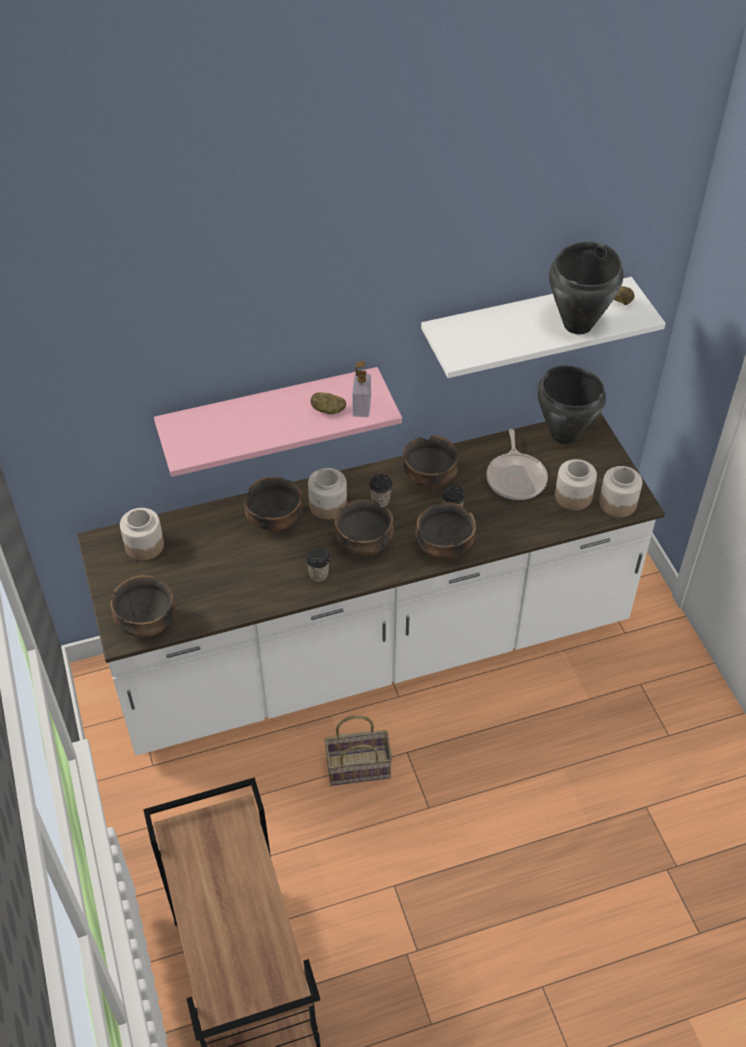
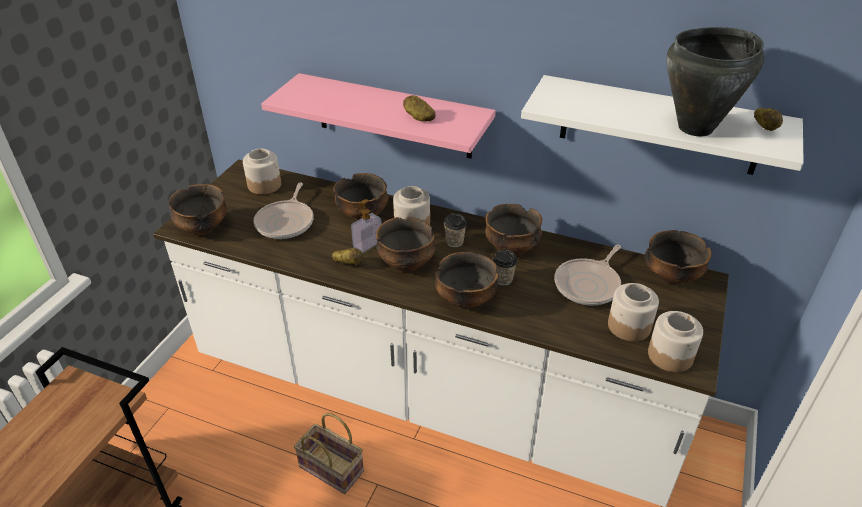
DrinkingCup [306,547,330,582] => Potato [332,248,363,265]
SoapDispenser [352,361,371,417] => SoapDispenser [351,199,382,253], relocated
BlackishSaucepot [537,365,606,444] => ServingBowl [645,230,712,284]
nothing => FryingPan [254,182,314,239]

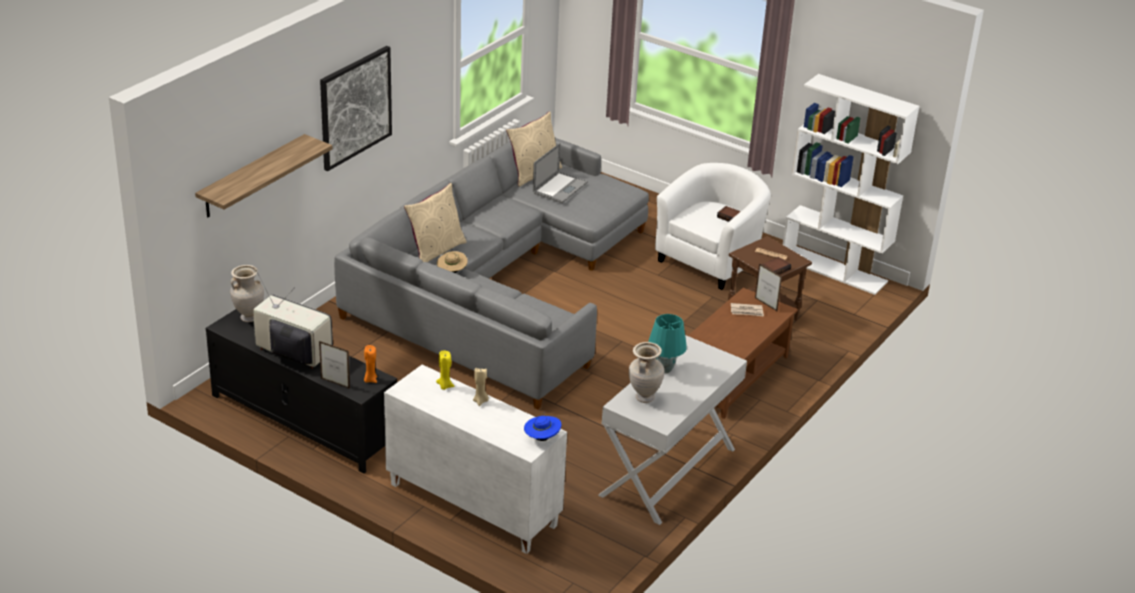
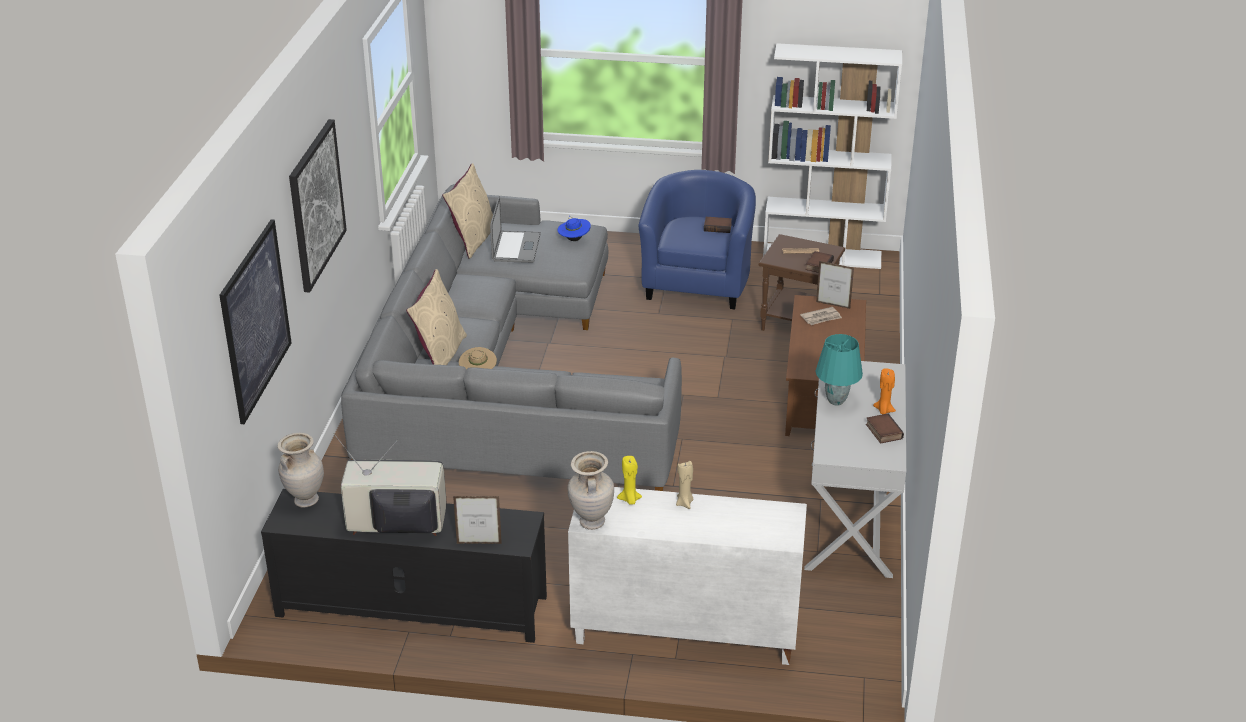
Shelf [195,134,332,217] => WallPicture [219,219,292,424]
OrangeColouredCandle [364,345,377,383] => OrangeColouredCandle [873,368,896,414], relocated
BlueColouredHat [524,412,561,441] => BlueColouredHat [557,216,591,241], relocated
SandColouredDecorativeVase [629,342,665,403] => SandColouredDecorativeVase [568,451,614,530], relocated
WhitishLoungeChair [655,163,771,290] => BlueColouredLoungeChair [638,170,756,309]
nothing => Volume [866,413,904,444]

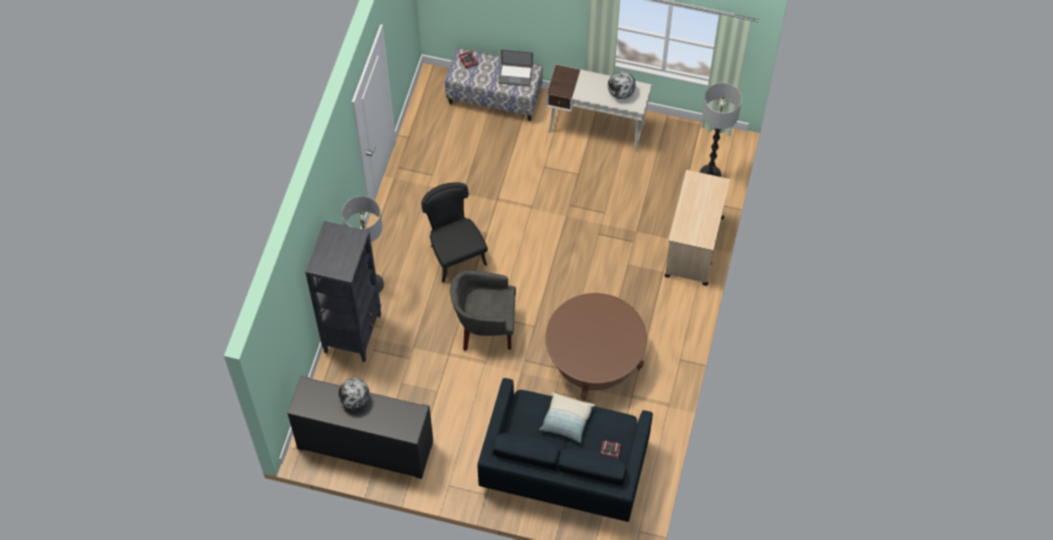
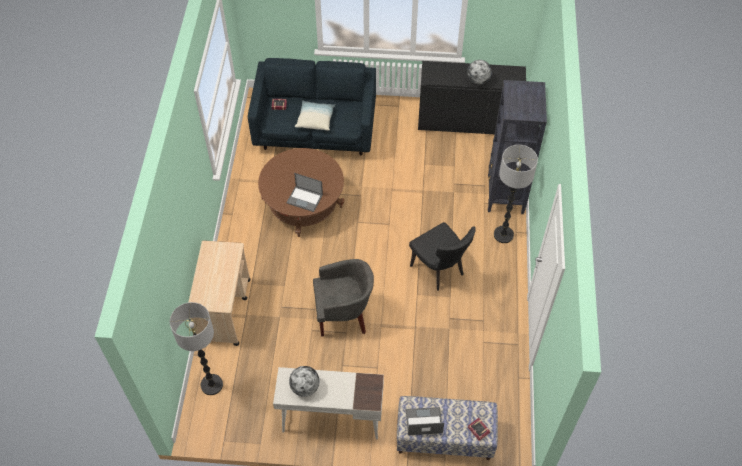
GrayLoungeChair [450,271,516,351] => GrayLoungeChair [313,259,374,337], relocated
nothing => PortableComputer [286,173,323,212]

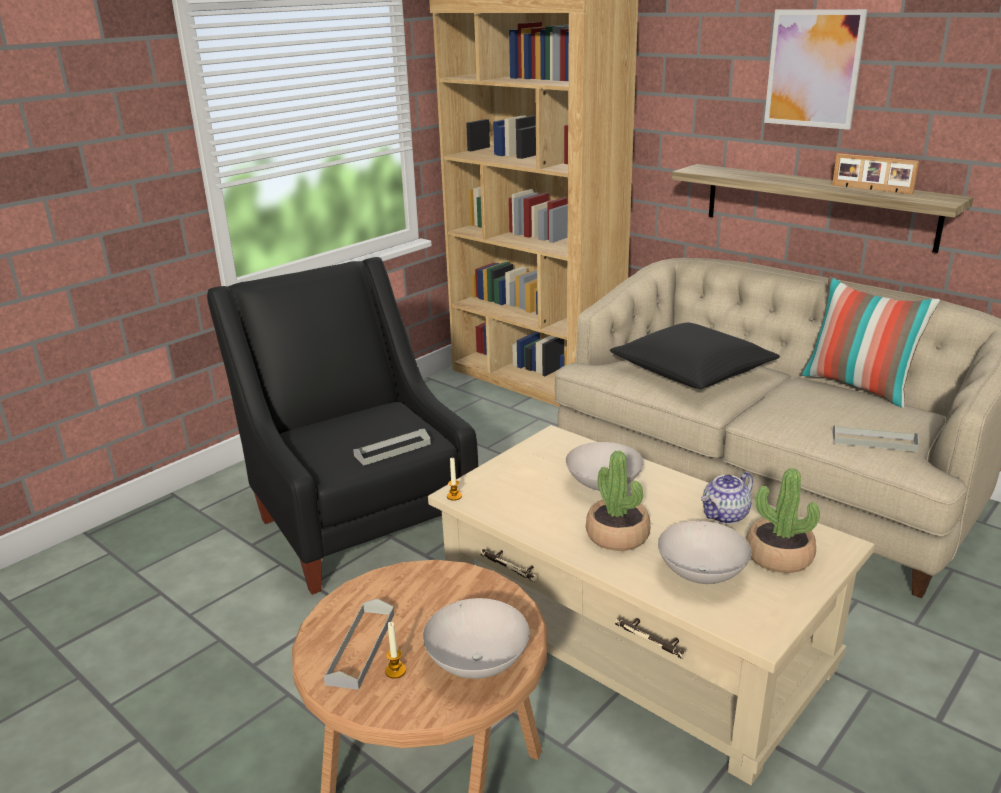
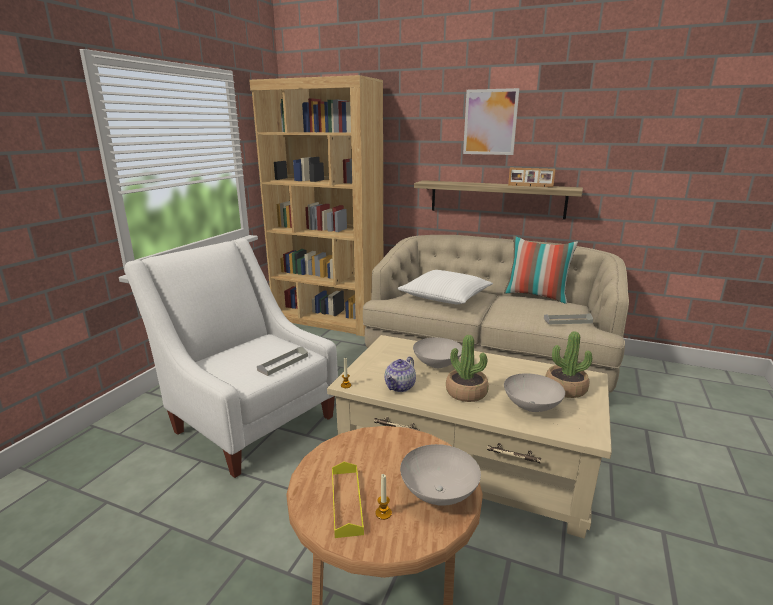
BlackishLoungeChair [207,257,478,595] => WhitishLoungeChair [125,238,338,478]
GrayServingTray [324,598,394,690] => YellowishServingTray [332,462,364,538]
BlackishPillow [610,323,780,389] => WhitishPillow [397,270,493,304]
Teapot [701,472,753,524] => Teapot [385,356,416,392], relocated

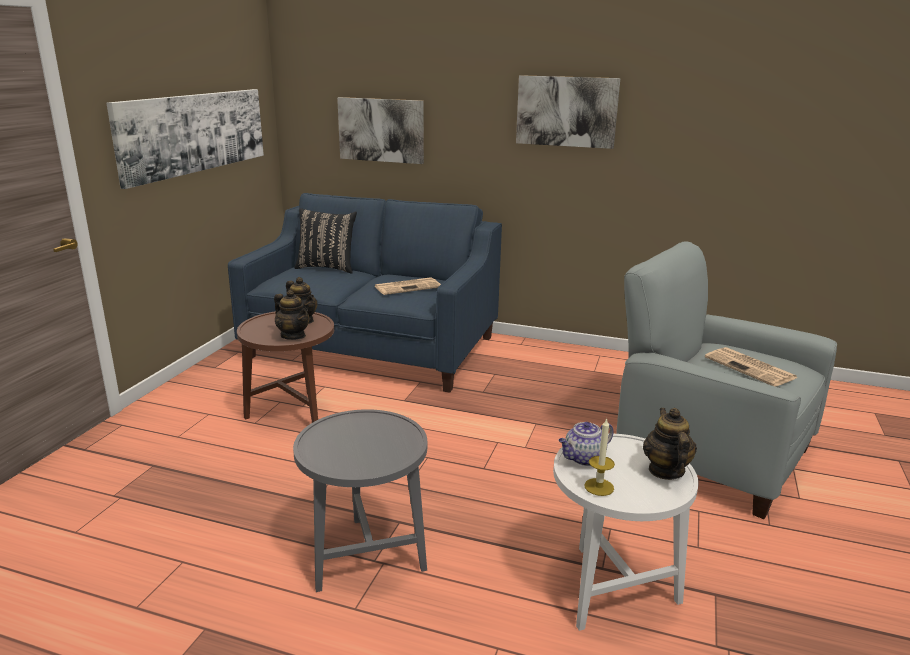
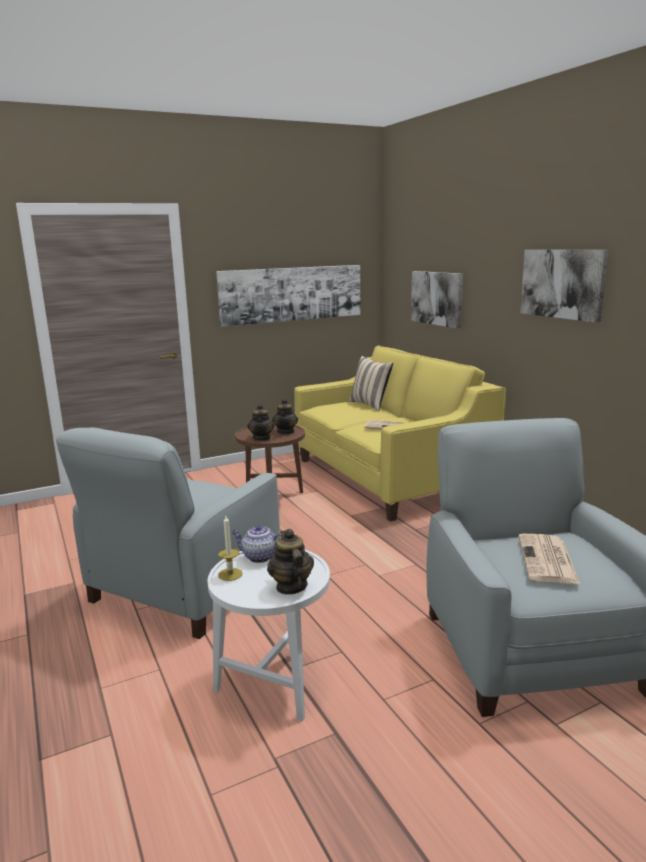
BlueColouredSofa [228,193,502,393] => YellowishSofa [294,345,506,522]
GraySideTable [293,409,427,592] => GrayLoungeChair [56,428,280,639]
BlackishPillow [294,208,357,273] => SandColouredPillow [349,356,393,411]
Teapot [643,408,697,480] => Teapot [267,529,314,595], 60 degrees counterclockwise

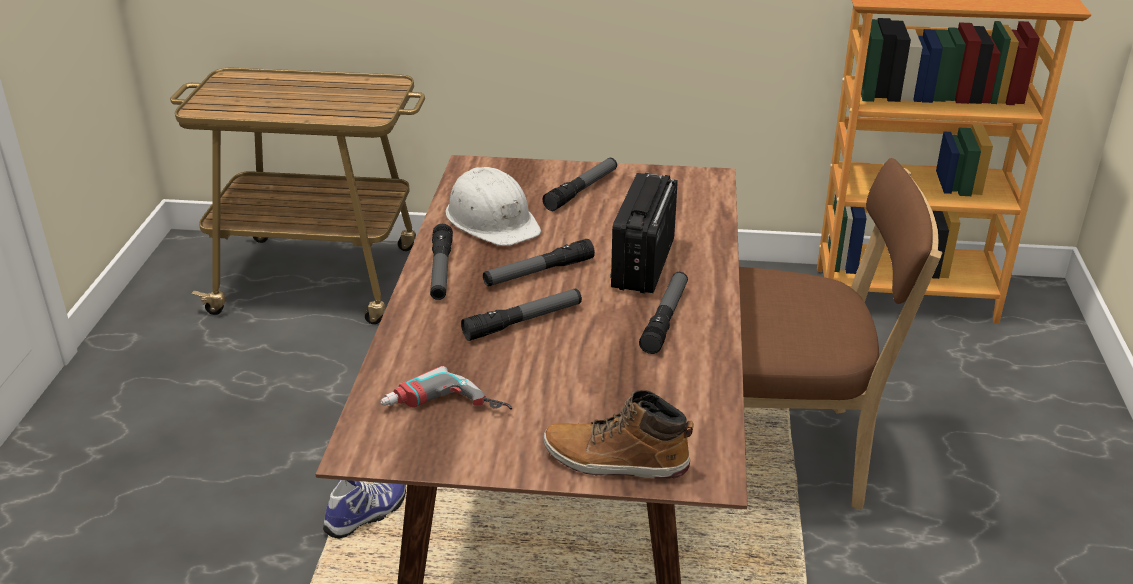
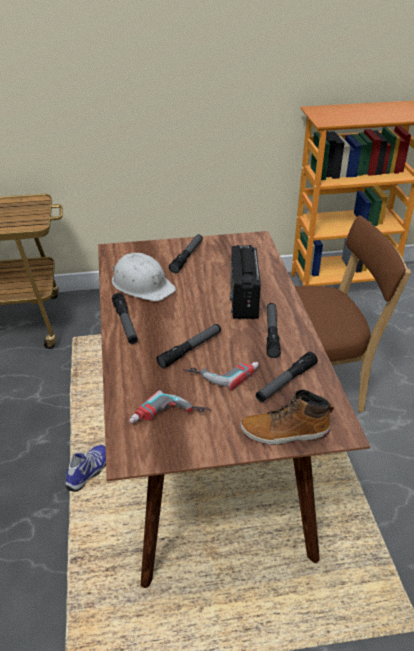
HandTorch [483,239,595,286] => HandTorch [256,352,318,402], relocated
nothing => PowerDrill [183,362,259,391]

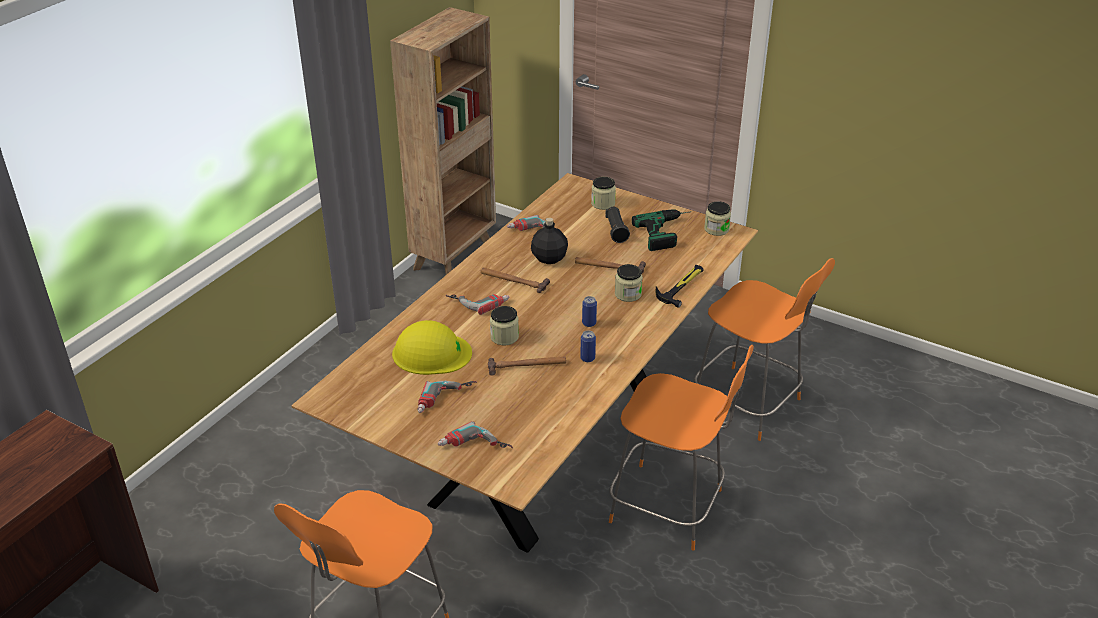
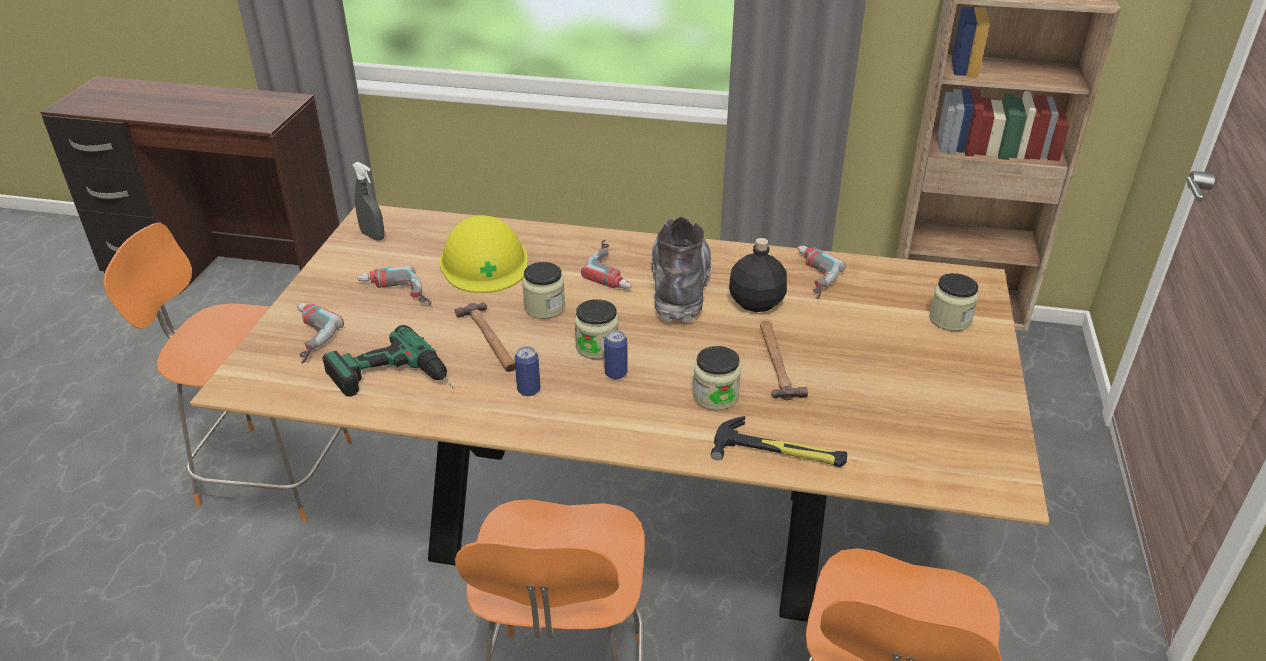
ToolHammer [481,267,550,293] => GrayBoot [651,216,712,323]
BlackishHandTorch [605,207,630,243] => nothing
PowerDrill [632,209,692,251] => PowerDrill [322,325,455,396], relocated
PreserveJar [704,201,731,236] => PreserveJar [575,299,618,359], relocated
nothing => GrayHandSprayer [352,162,384,241]

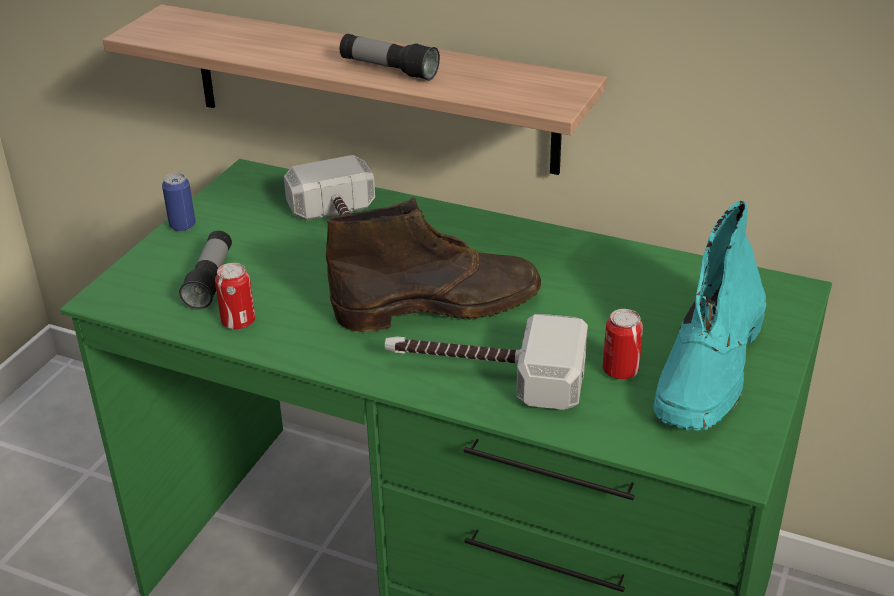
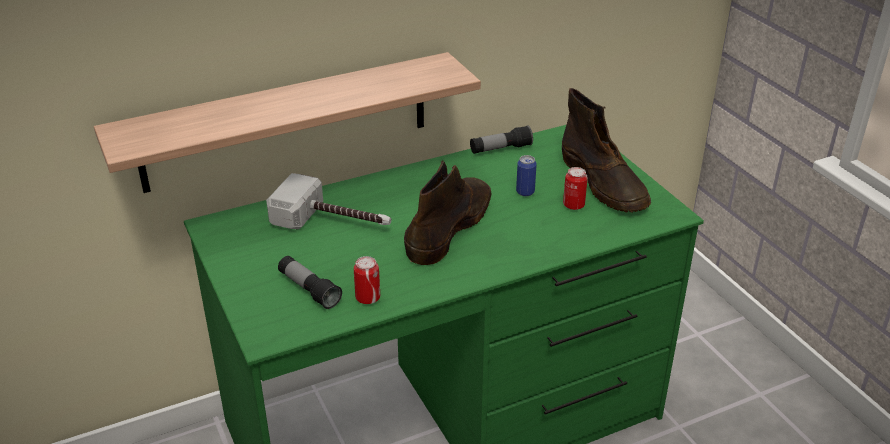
SealedCan [162,172,196,231] => SealedCan [516,155,537,196], relocated
HandTorch [340,34,440,81] => HandTorch [470,125,533,154], relocated
ToolHammer [385,314,588,410] => nothing
TurquoiseColouredBoot [654,200,766,431] => BrownColouredBoot [562,88,651,213]

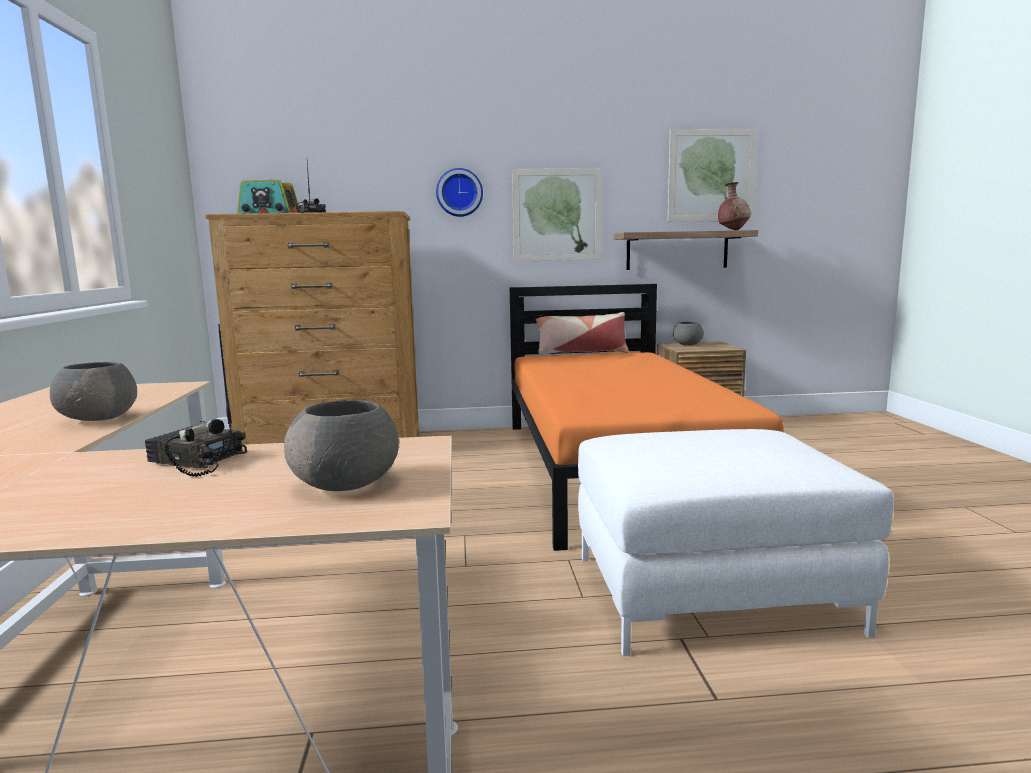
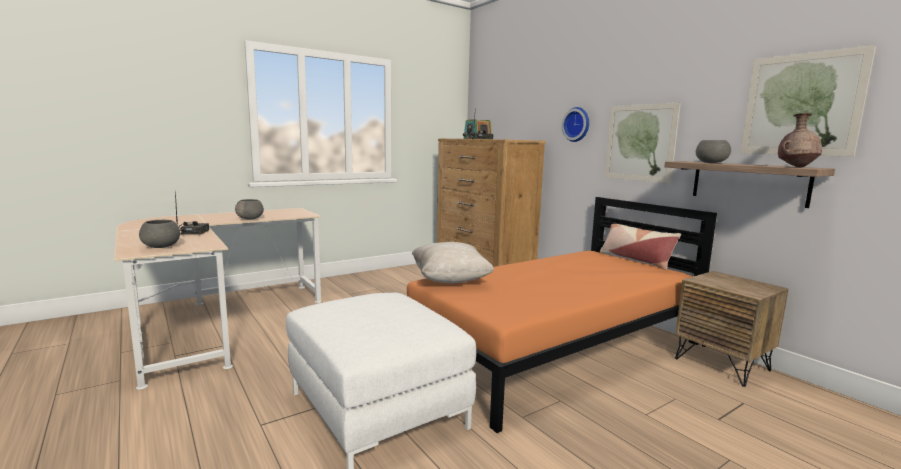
GrayServingBowl [673,322,704,345] => GrayServingBowl [696,140,731,163], relocated
nothing => SandColouredPillow [412,242,494,283]

